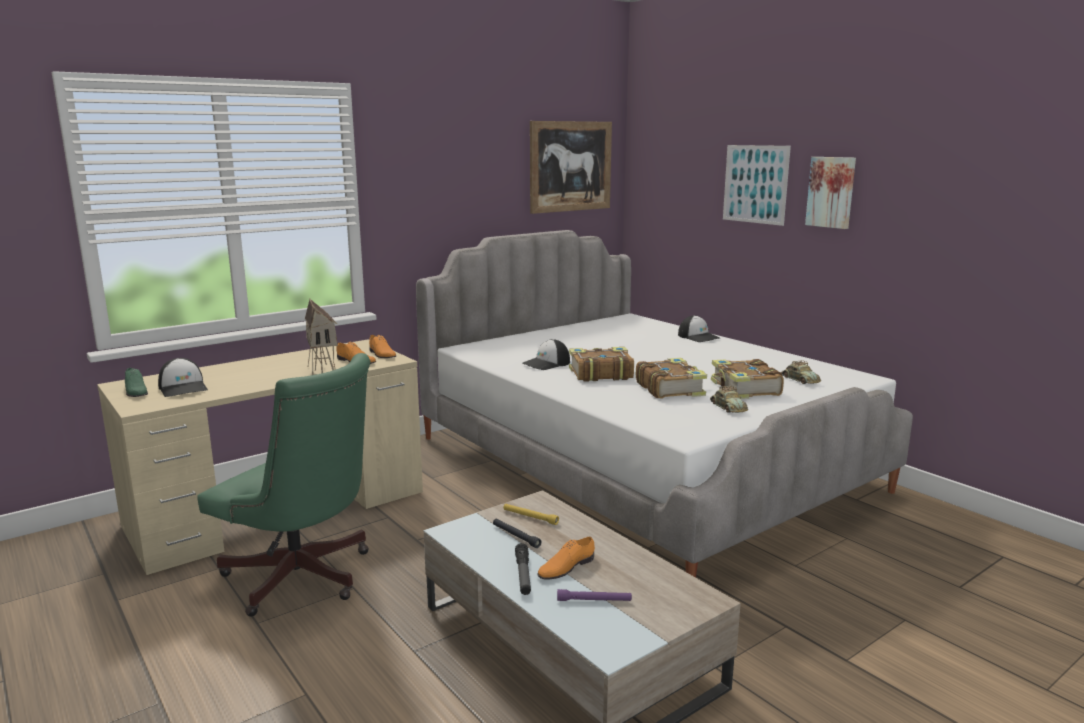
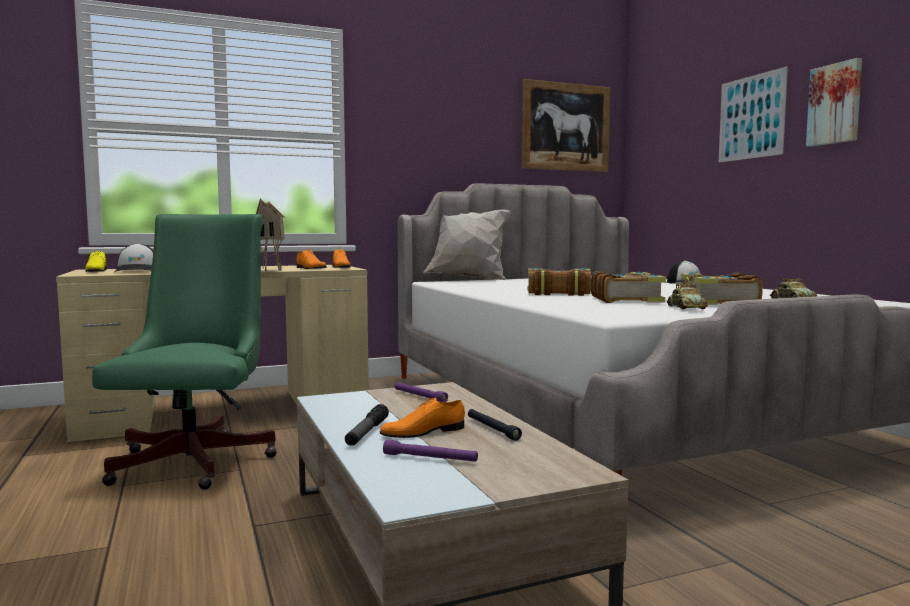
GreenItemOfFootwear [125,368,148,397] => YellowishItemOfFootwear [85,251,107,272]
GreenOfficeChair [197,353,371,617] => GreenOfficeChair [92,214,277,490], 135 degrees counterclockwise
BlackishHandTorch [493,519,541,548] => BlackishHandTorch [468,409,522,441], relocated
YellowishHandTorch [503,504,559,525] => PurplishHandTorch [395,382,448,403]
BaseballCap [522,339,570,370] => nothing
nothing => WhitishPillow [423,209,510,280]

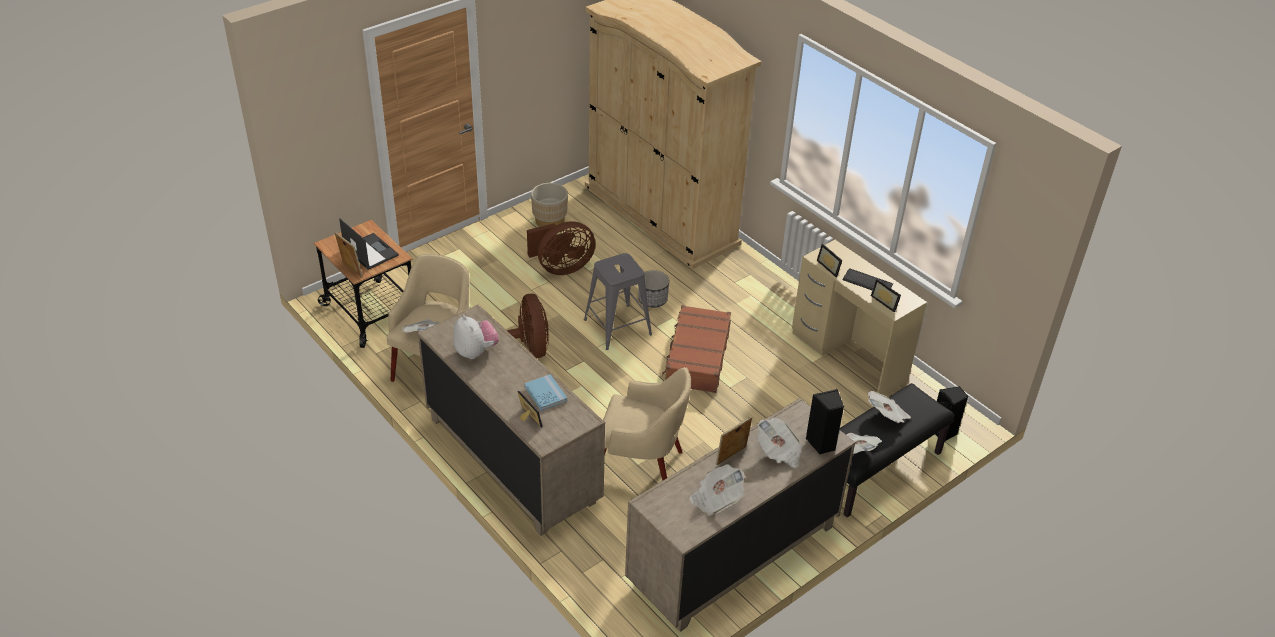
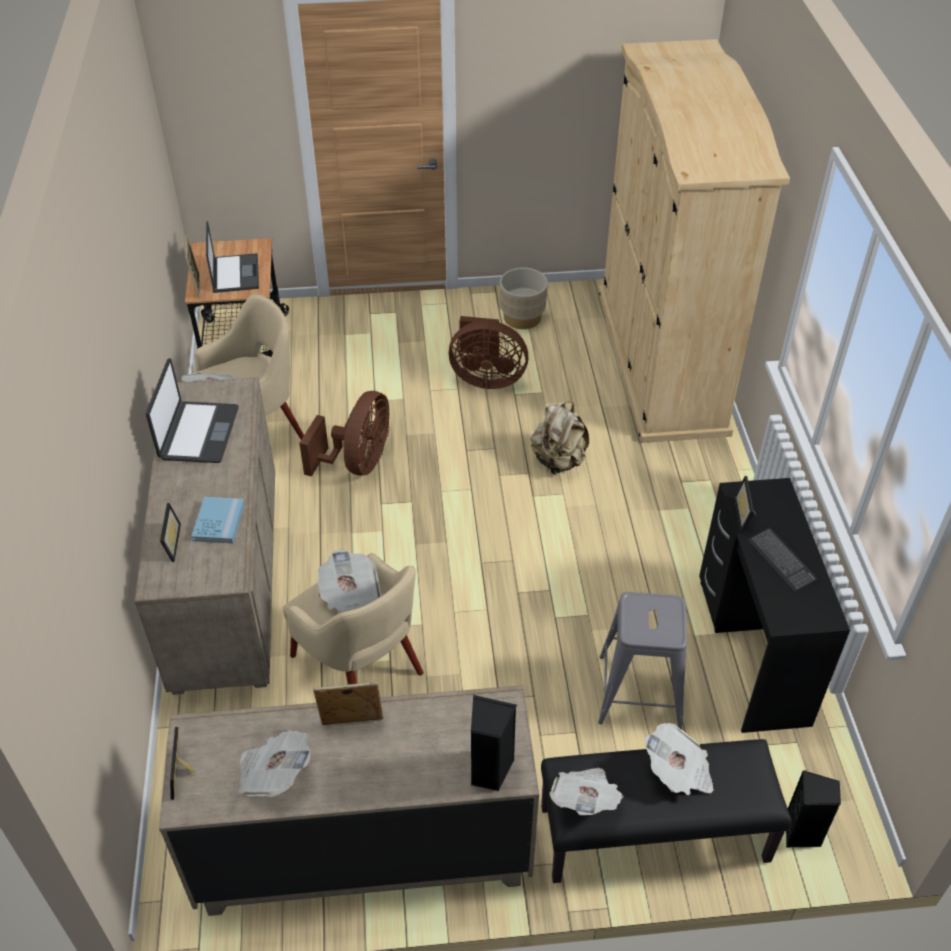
SoftToy [453,315,499,359] => PortableComputer [146,358,239,463]
GrayStoolSeat [584,253,652,350] => GrayStoolSeat [598,592,687,729], relocated
FlowerPot [638,270,669,308] => SandColouredRucksack [531,401,589,474]
BrownColouredTravelCase [662,305,731,393] => nothing
Newspaper [757,418,803,468] => Newspaper [318,549,381,613], relocated
SandColouredDeskTable [792,240,927,395] => BlackishDeskTable [699,478,850,733]
PhotoFrame [871,279,901,313] => PhotoFrame [170,727,195,800], relocated

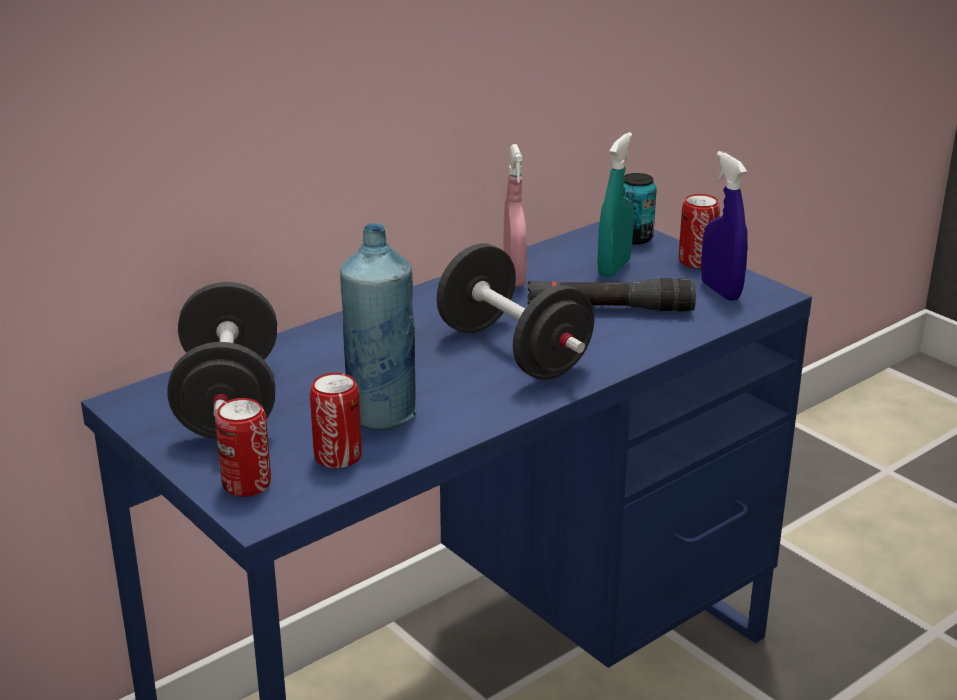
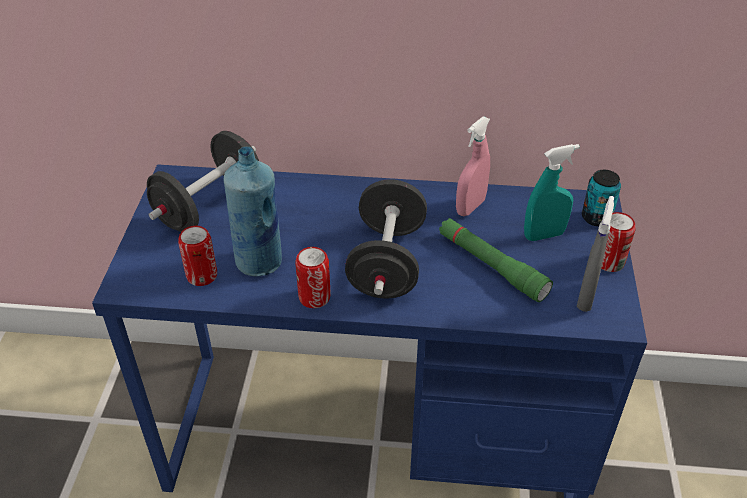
SealedCan [215,398,271,497] => SealedCan [295,247,331,308], relocated
BlackishHandTorch [527,278,696,311] => GreenHandTorch [439,218,553,302]
BlueColouredHandSprayer [701,151,748,301] => GrayHandSprayer [577,196,614,312]

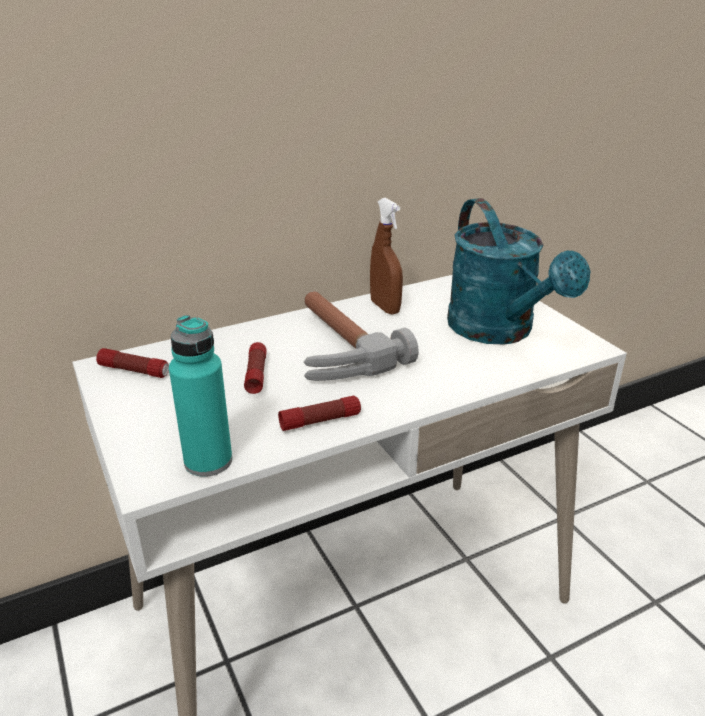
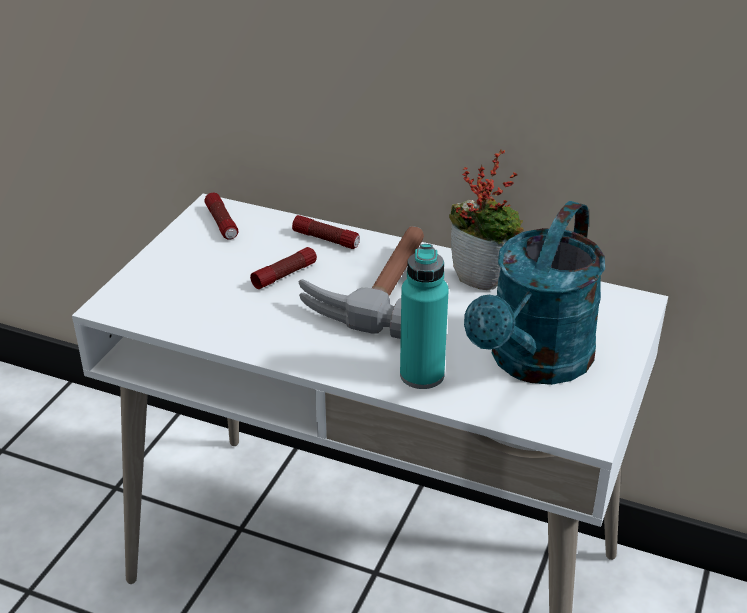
TurquoiseColouredDrinkBottle [169,315,232,477] => TurquoiseColouredDrinkBottle [400,244,449,389], relocated
HandTorch [278,395,361,431] => HandTorch [292,215,360,249], relocated
BrownColouredHandSprayer [370,198,403,315] => Houseplant [449,149,524,291]

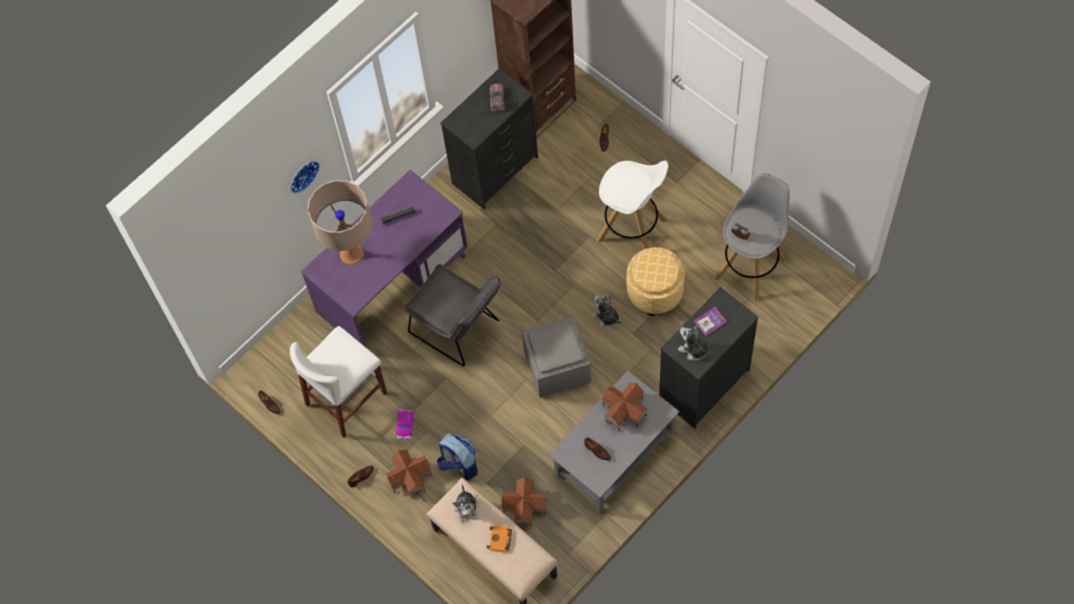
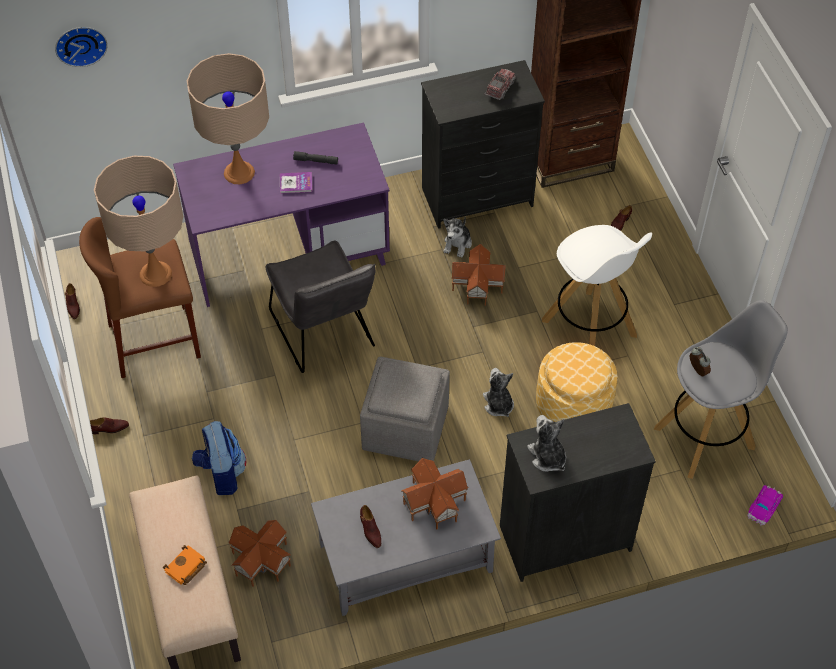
WhitishStoolSeat [290,326,387,438] => BrownColouredStoolSeat [79,217,201,378]
ClockOnTheWall [291,161,320,193] => ClockOnTheWall [55,27,108,67], relocated
ModelHouse [385,450,432,498] => ModelHouse [451,244,506,306], relocated
ModelCar [396,409,414,440] => ModelCar [747,485,783,525], relocated
SoftToy [453,484,479,522] => SoftToy [443,216,472,258], relocated
Volume [694,307,727,336] => Volume [280,172,312,194], relocated
nothing => SandColouredTableLamp [94,156,183,287]

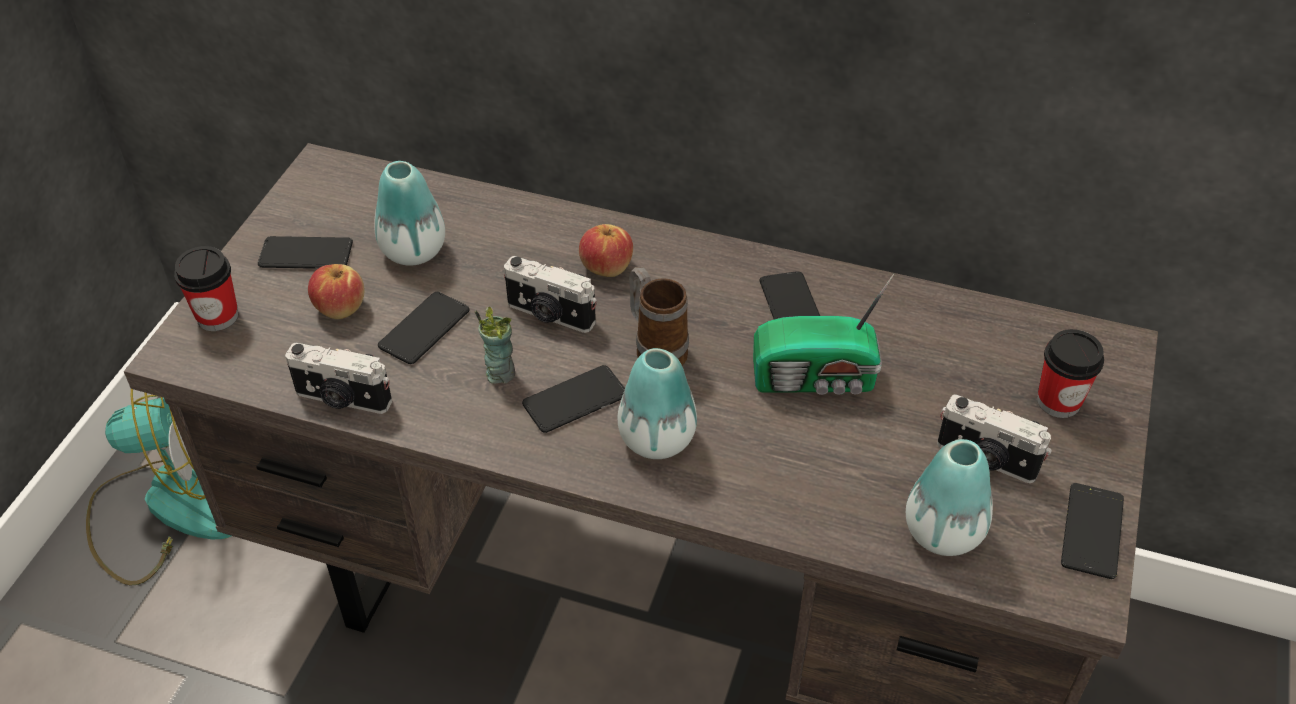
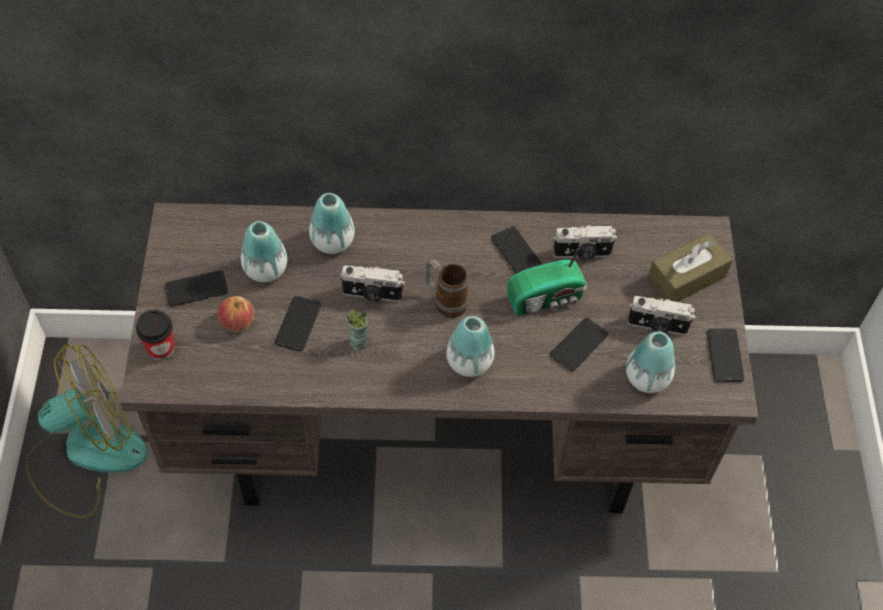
StillCamera [285,343,392,414] => StillCamera [553,225,617,260], relocated
Telephone [522,365,625,433] => Telephone [550,318,608,371], relocated
Apple [579,224,633,277] => nothing
DrinkingCup [1037,329,1104,418] => BrownColouredBoxOfTissues [647,233,733,302]
nothing => DecorativeVase [309,193,355,254]

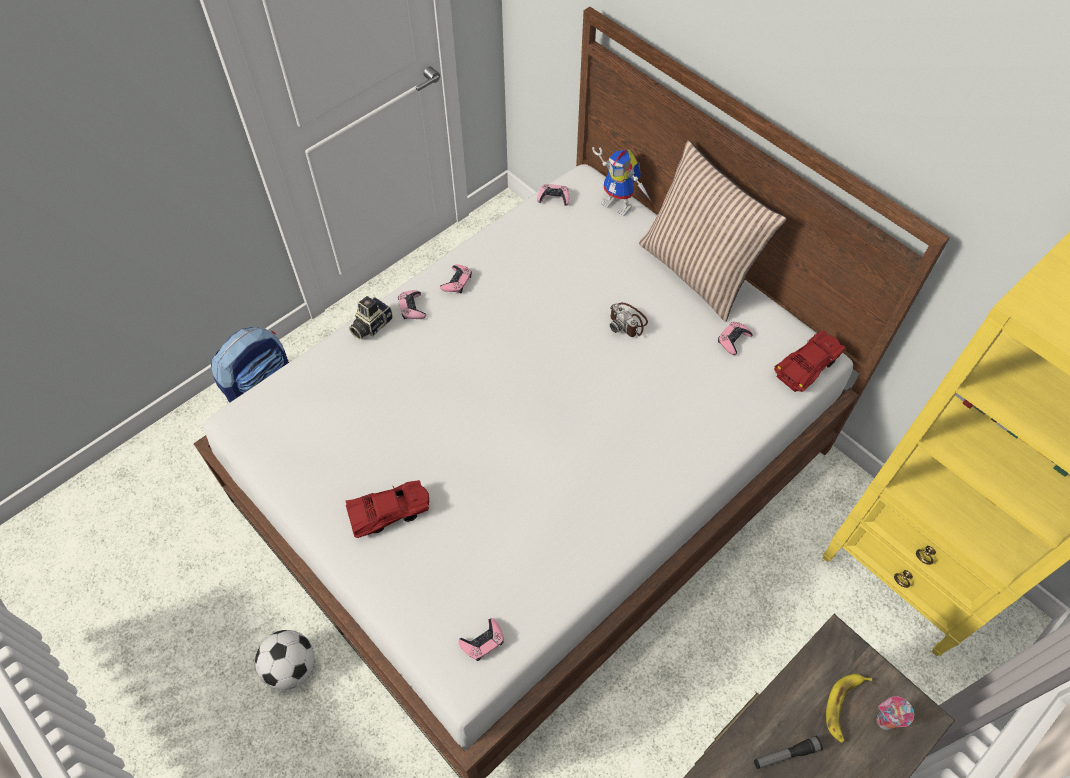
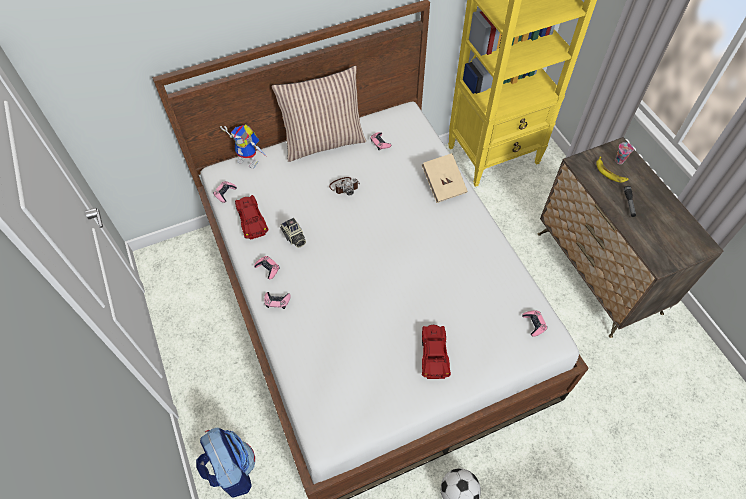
StillCamera [349,296,393,340] => StillCamera [280,218,306,248], relocated
ToyRobot [592,147,651,216] => ToyRobot [220,124,268,169], 60 degrees clockwise
RedColouredModelCar [774,330,846,392] => RedColouredModelCar [235,195,269,240], relocated
nothing => SandColouredVolume [422,153,468,203]

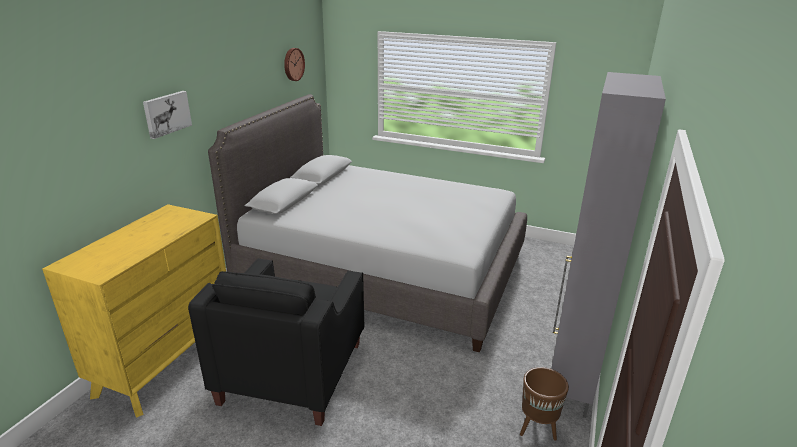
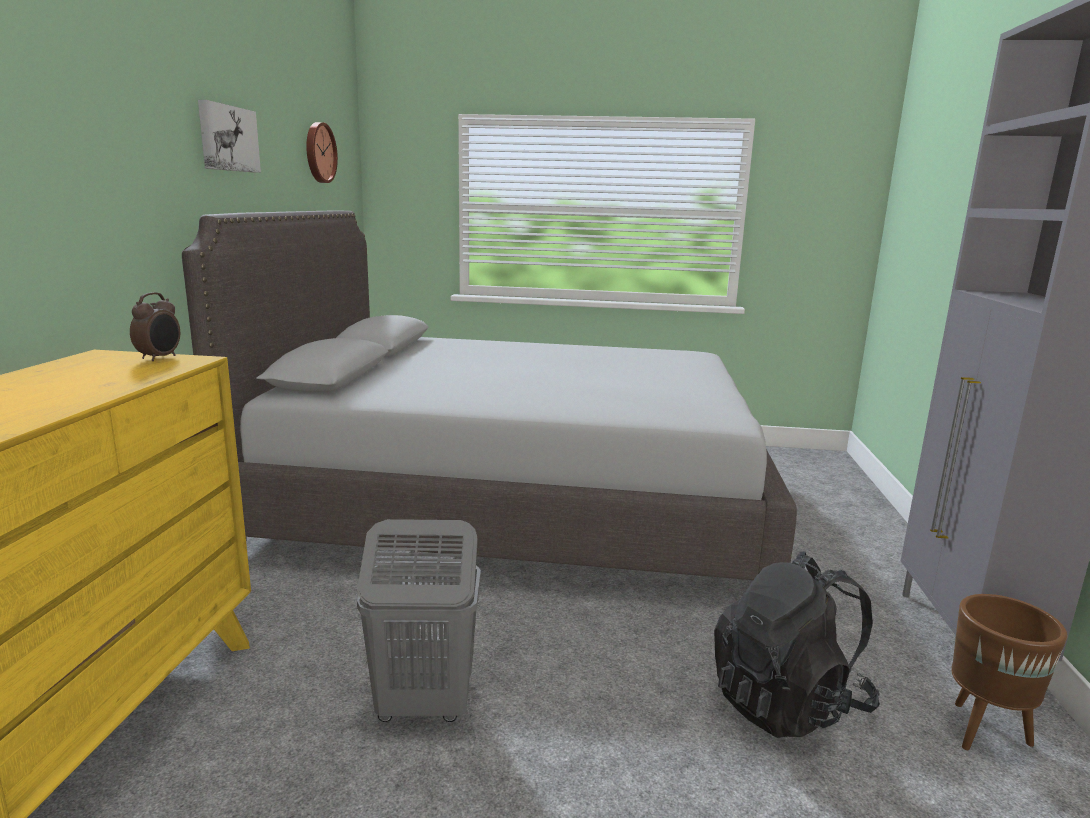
WallPicture [143,91,192,139] => WallPicture [198,100,261,173], relocated
BlackishLoungeChair [188,258,364,426] => GrayLaundryBasket [357,519,481,722]
nothing => BedsideClock [130,292,180,361]
nothing => BlackishRucksack [714,551,880,738]

